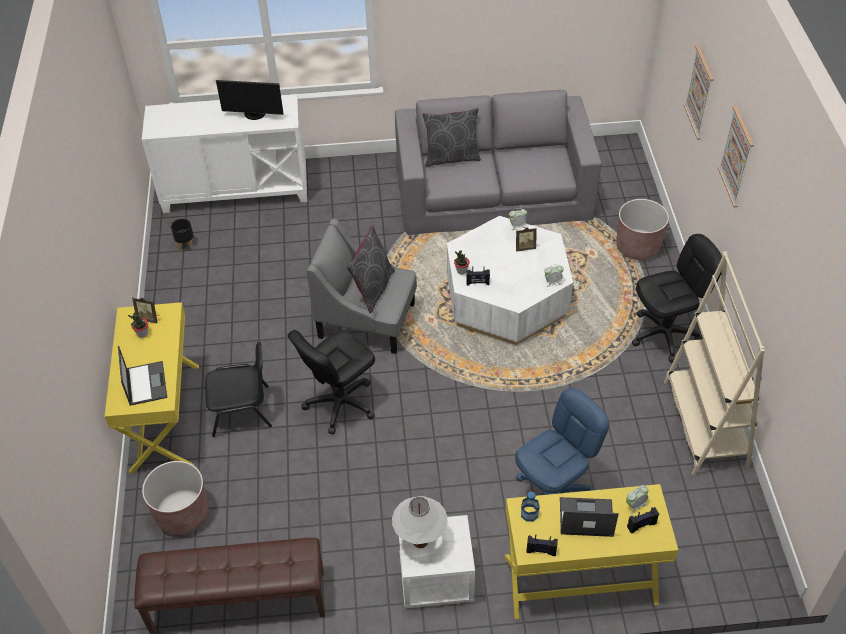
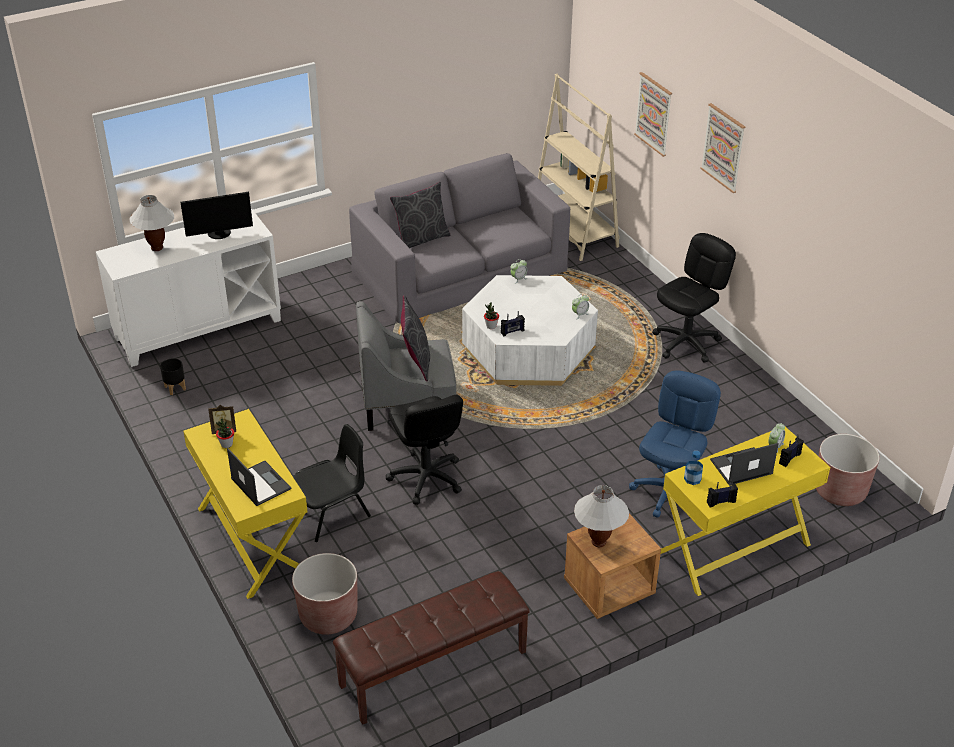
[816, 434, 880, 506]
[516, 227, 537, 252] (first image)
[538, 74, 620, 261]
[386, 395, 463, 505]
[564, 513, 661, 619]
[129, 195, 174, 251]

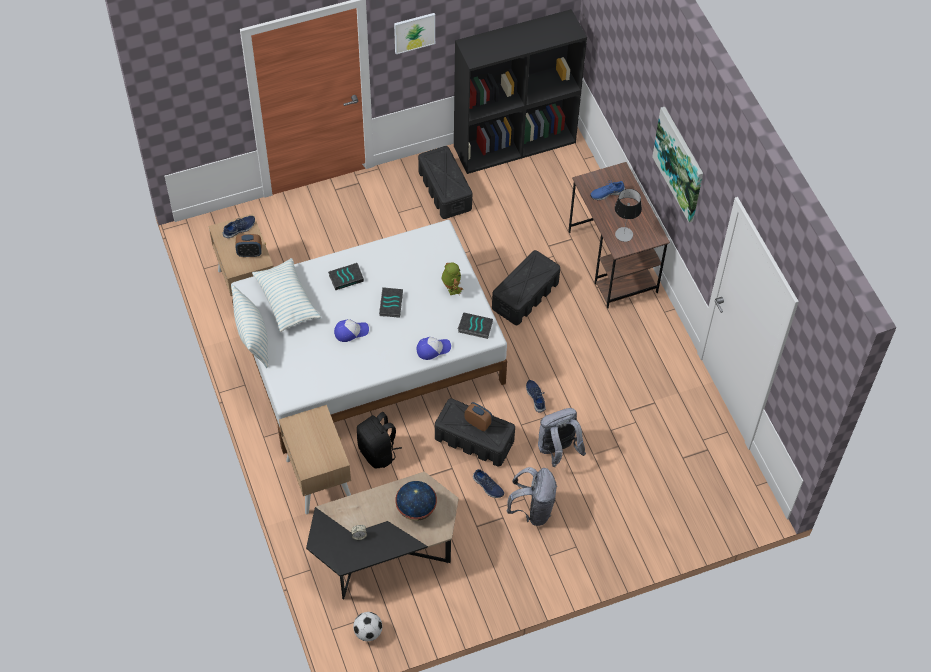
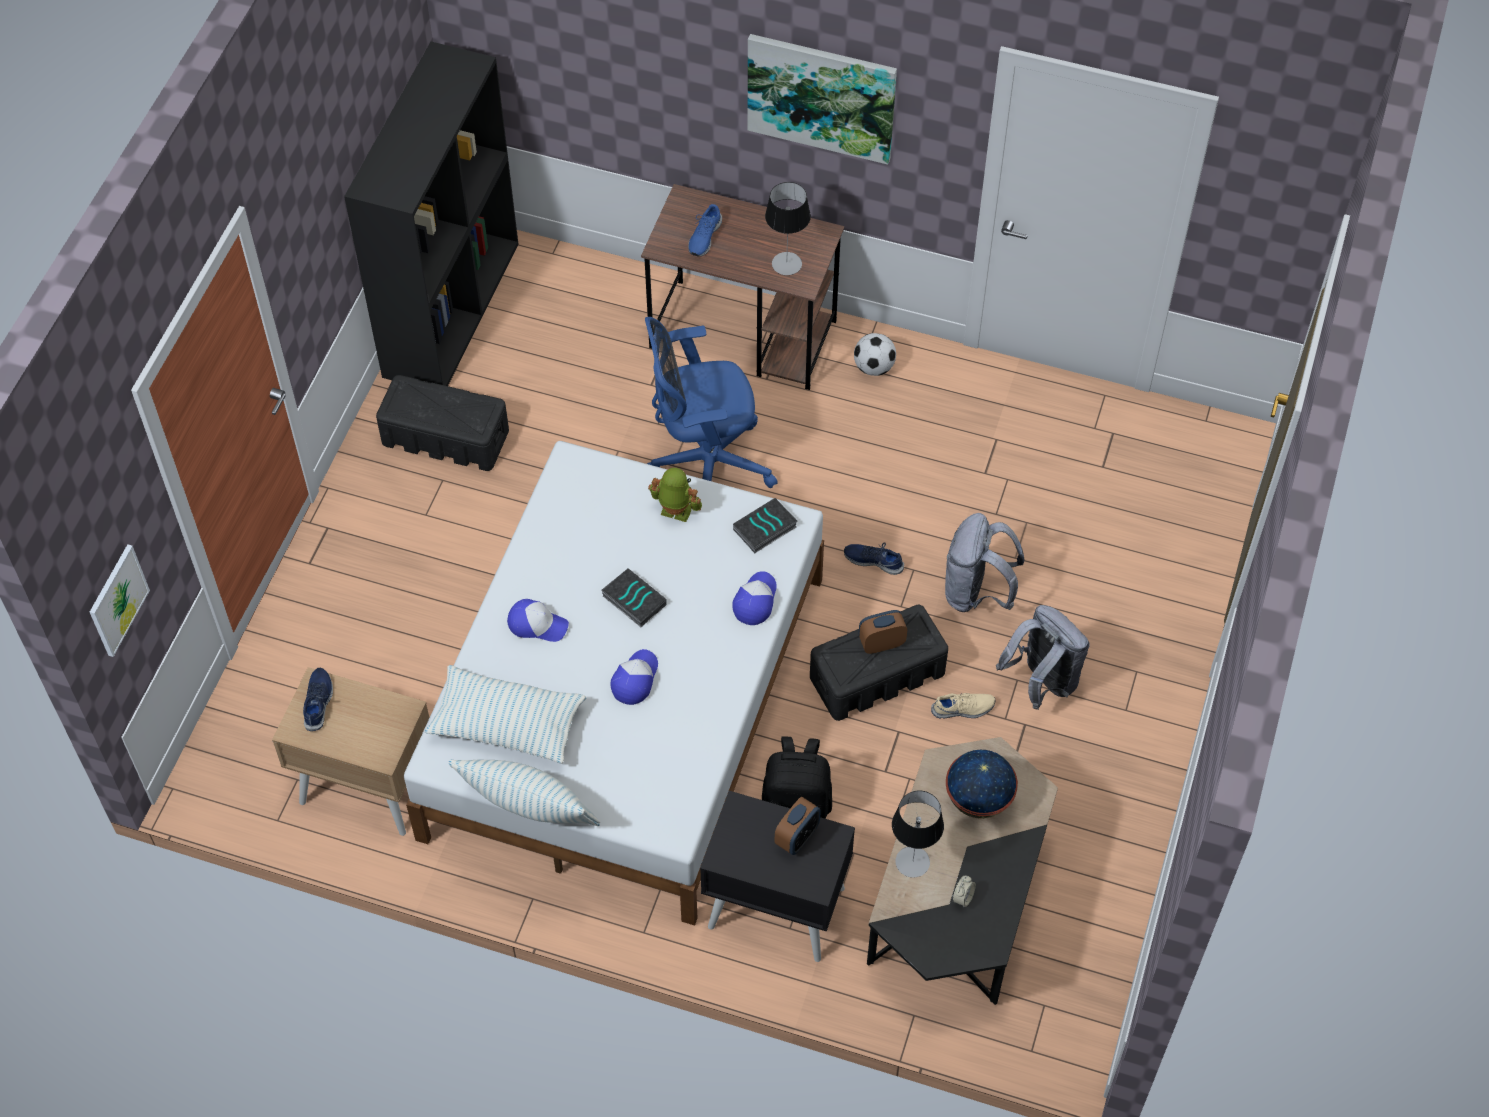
[90, 544, 150, 657]
[775, 797, 821, 855]
[645, 317, 778, 488]
[507, 599, 569, 642]
[700, 791, 855, 962]
[931, 693, 996, 719]
[854, 333, 896, 376]
[892, 790, 944, 878]

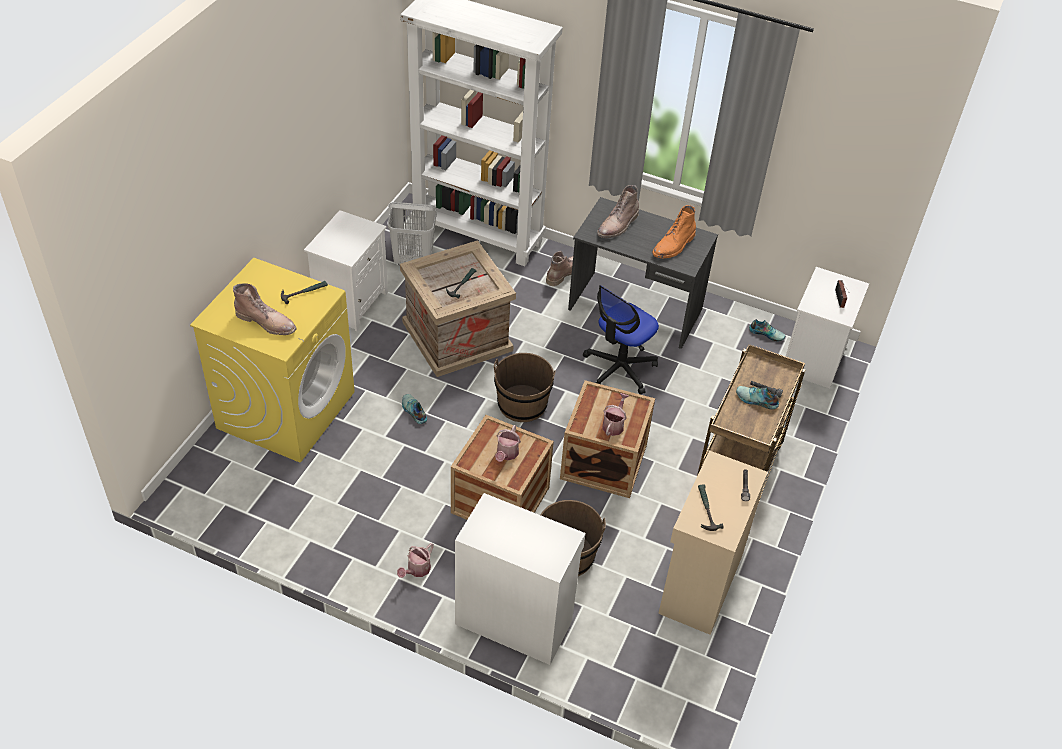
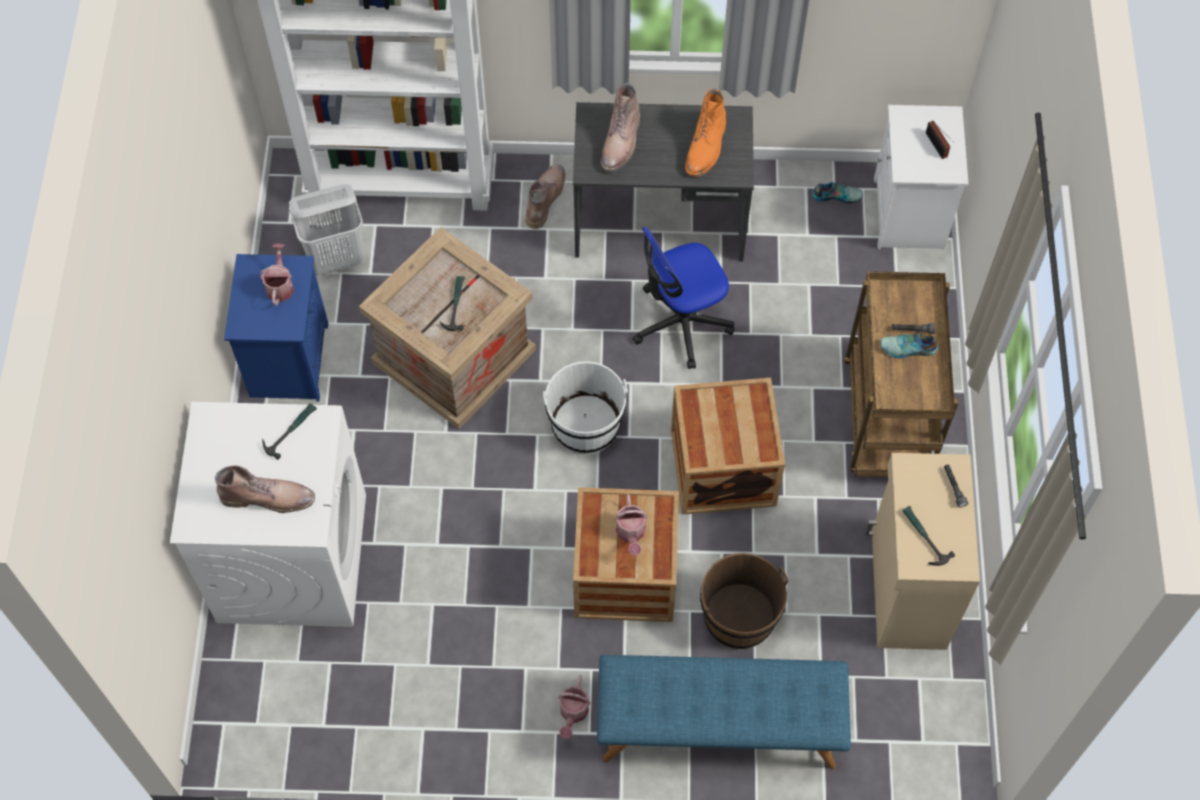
[224, 254, 328, 401]
[170, 402, 366, 627]
[632, 227, 735, 369]
[543, 361, 628, 455]
[260, 244, 294, 305]
[402, 394, 427, 424] (first image)
[597, 655, 851, 769]

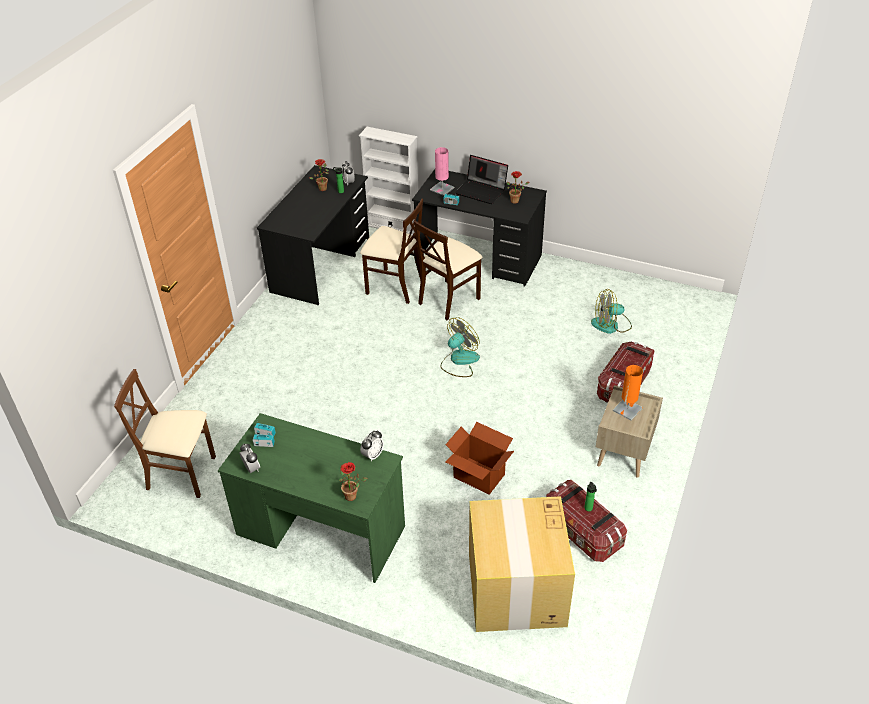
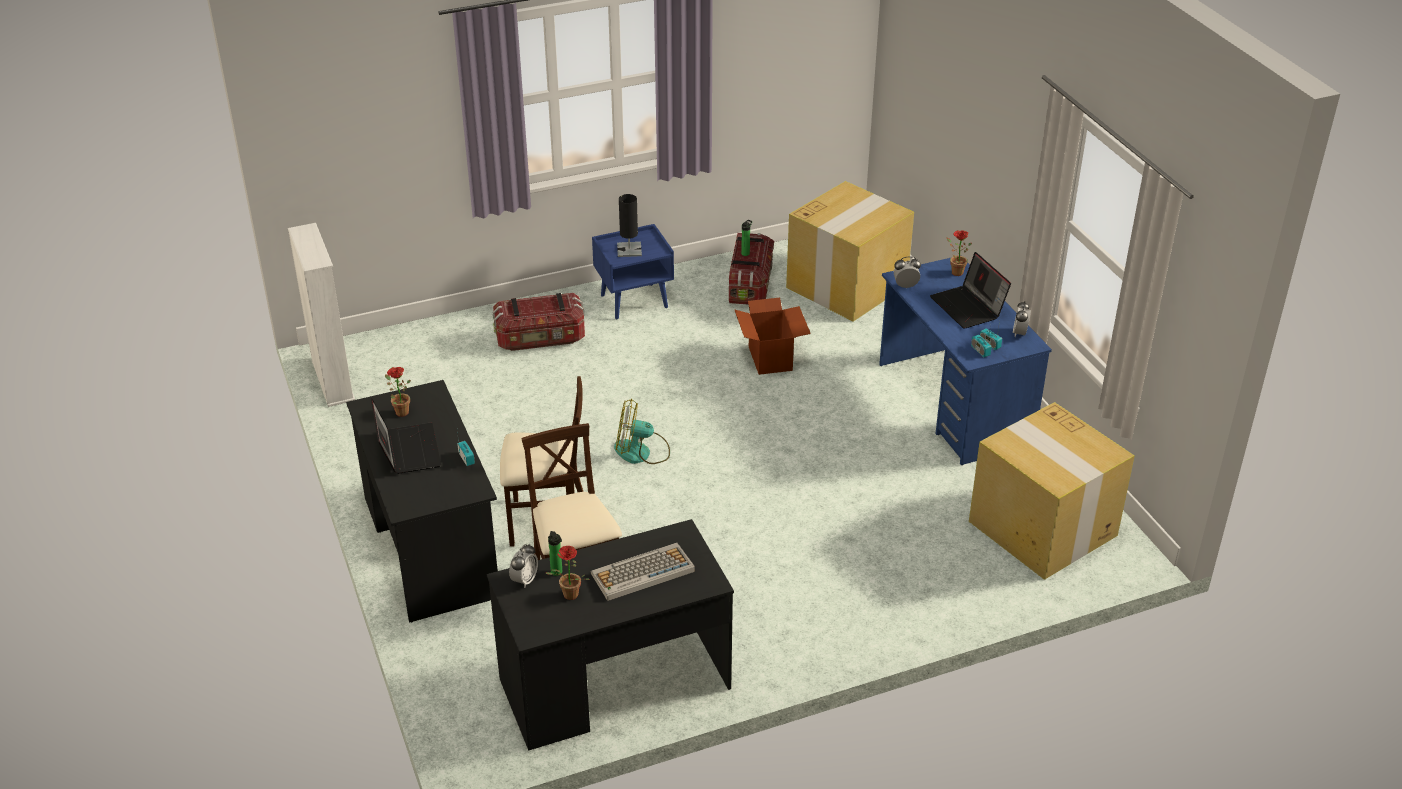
[288, 223, 355, 407]
[430, 147, 454, 196] (first image)
[591, 289, 632, 334] (first image)
[617, 194, 642, 257]
[969, 402, 1135, 580]
[592, 224, 674, 319]
[879, 255, 1052, 465]
[930, 252, 1011, 329]
[591, 543, 695, 601]

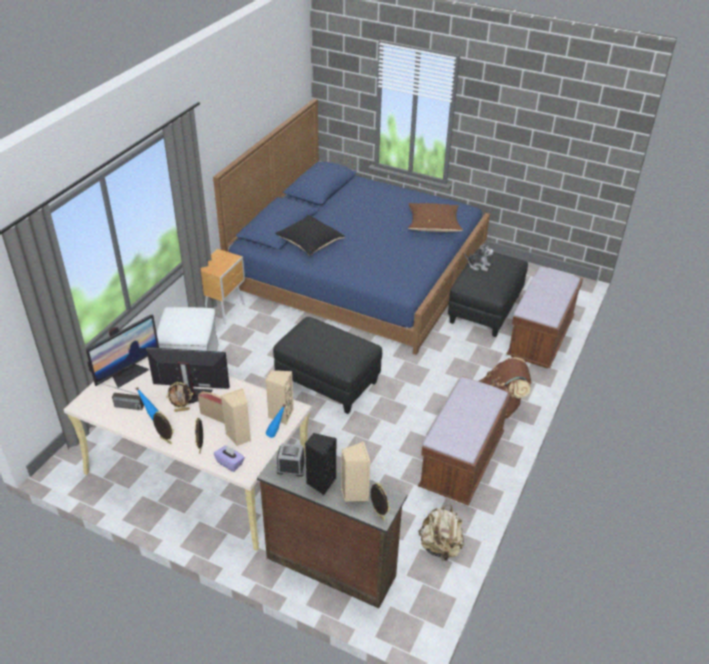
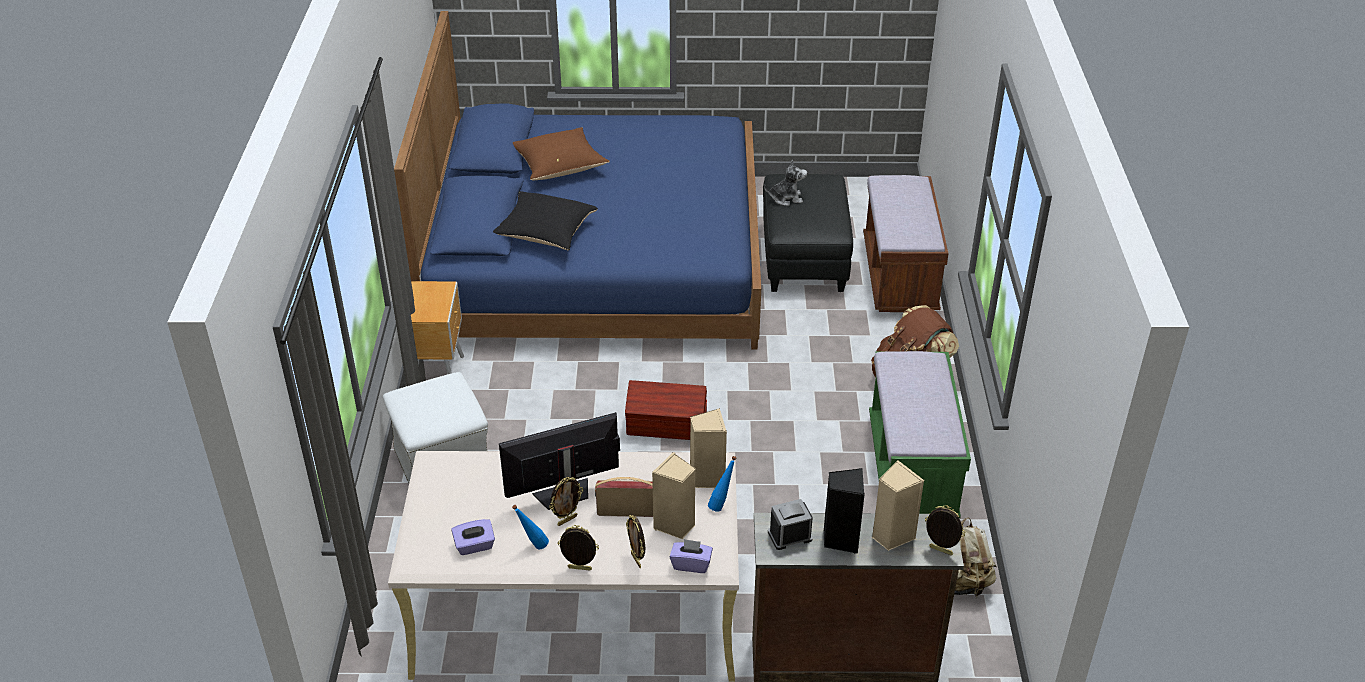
[513, 127, 610, 180]
[86, 315, 159, 388] (first image)
[625, 380, 707, 440]
[869, 351, 971, 518]
[451, 519, 495, 555]

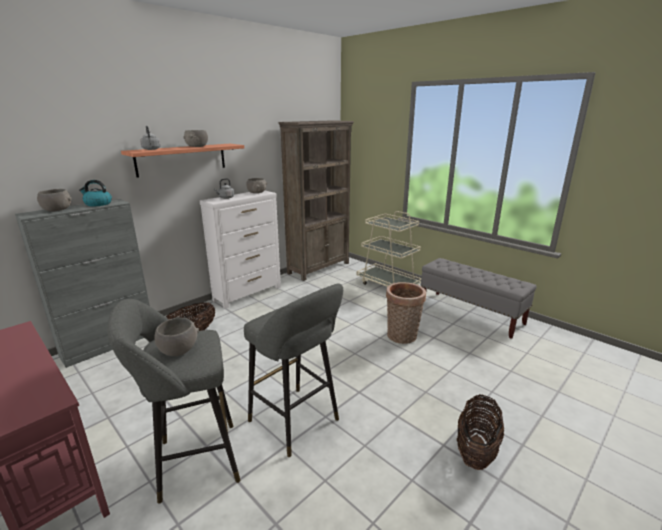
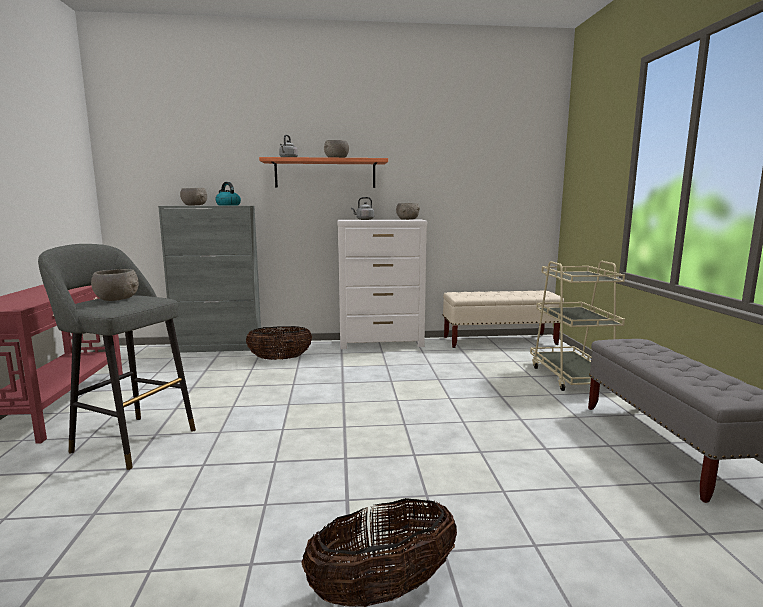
[443, 291, 564, 348]
[386, 282, 426, 344] (first image)
[244, 284, 343, 457] (first image)

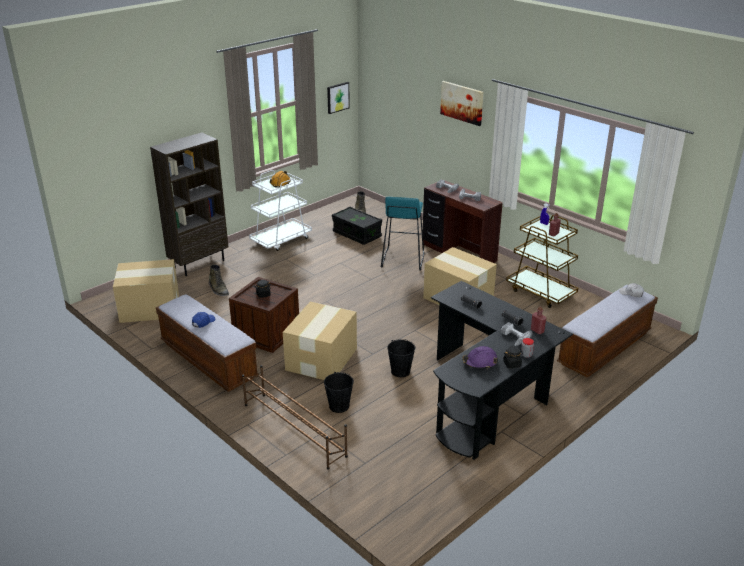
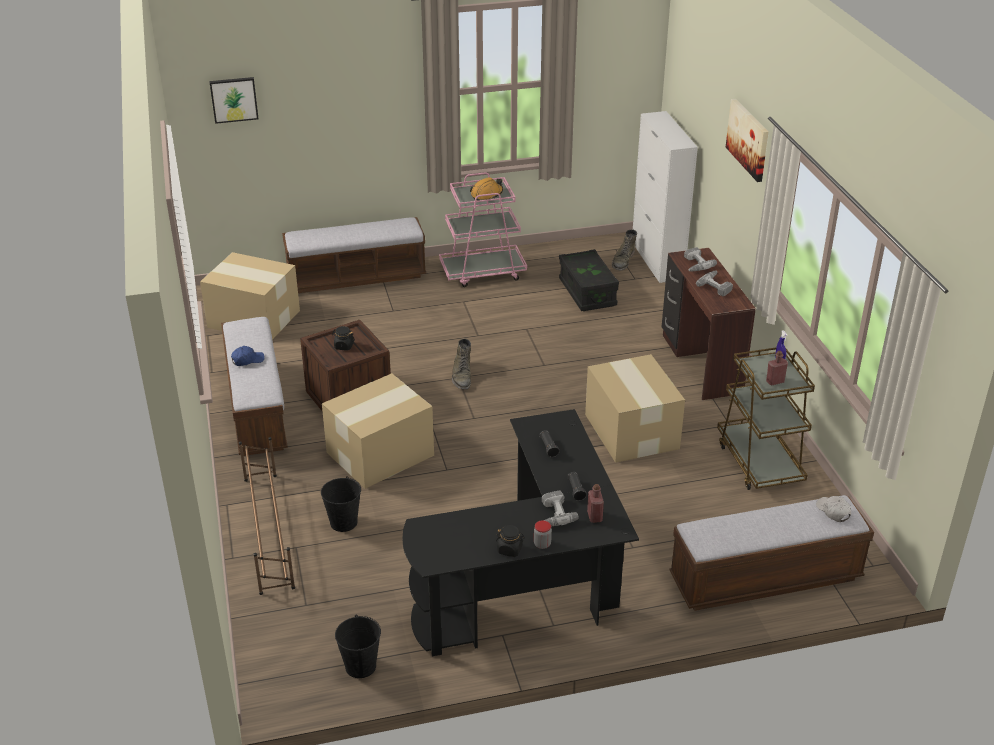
[209, 77, 259, 124]
[282, 217, 426, 293]
[439, 172, 527, 287]
[381, 196, 425, 270] (first image)
[452, 339, 471, 389]
[335, 615, 381, 678]
[462, 346, 498, 369] (first image)
[633, 111, 698, 283]

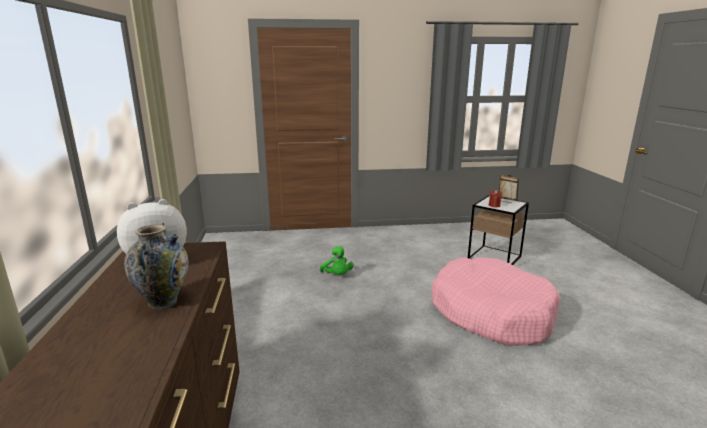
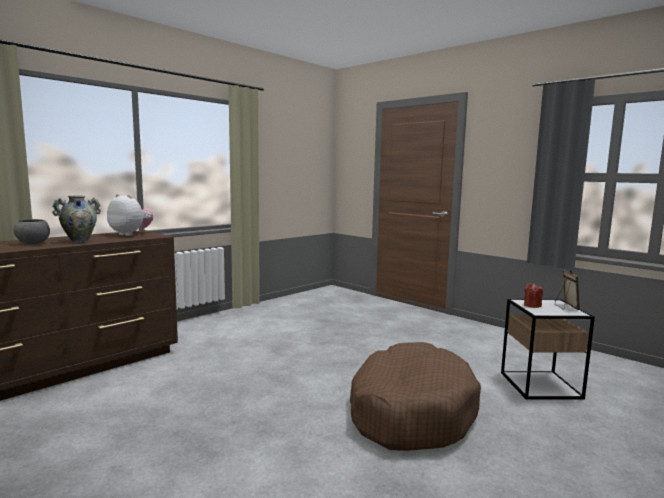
[320, 246, 354, 275] (first image)
[350, 342, 481, 451]
[13, 219, 50, 244]

